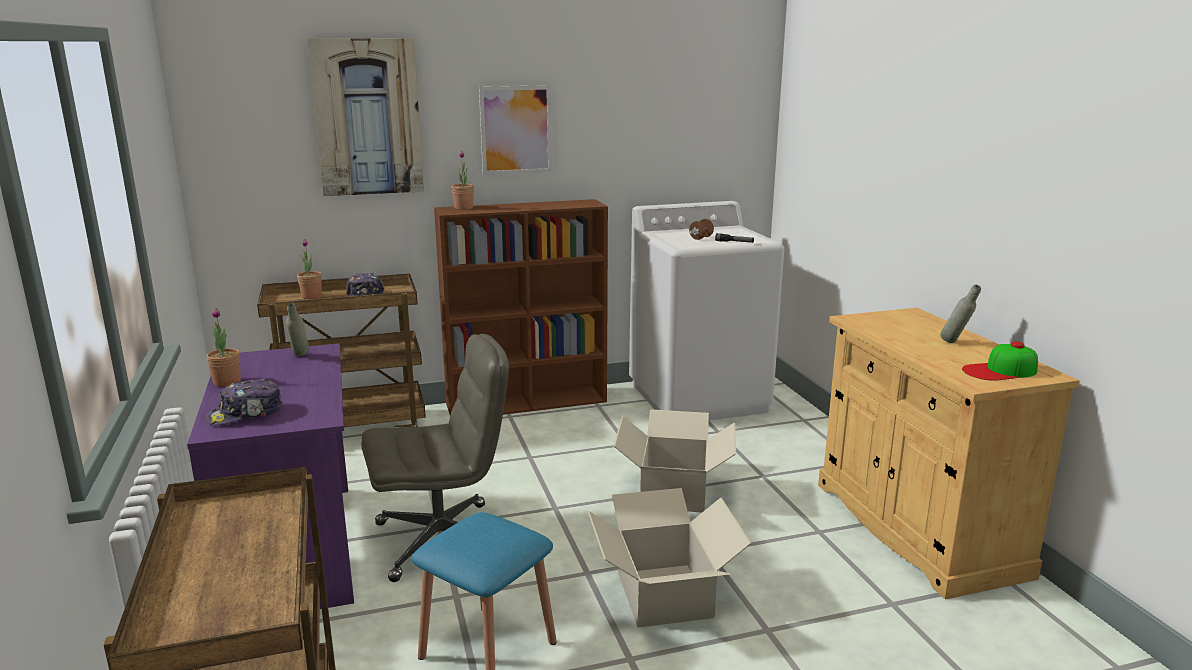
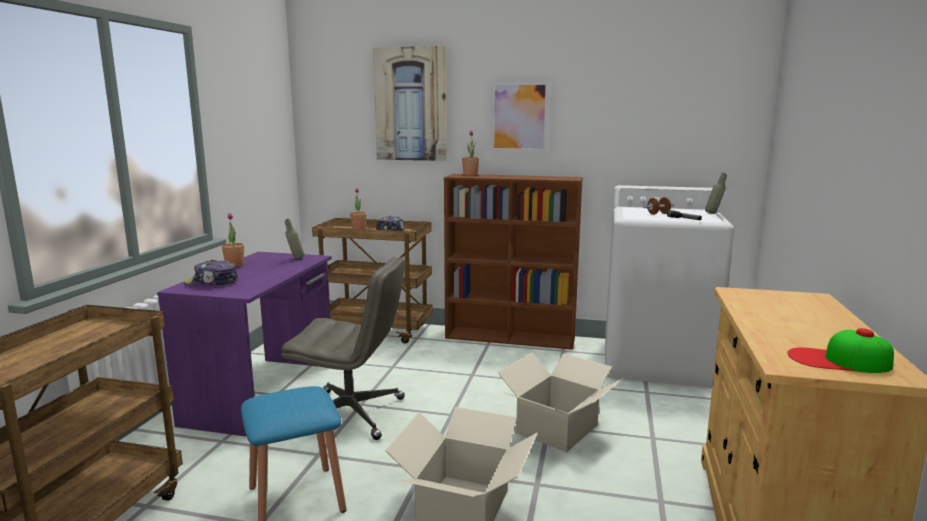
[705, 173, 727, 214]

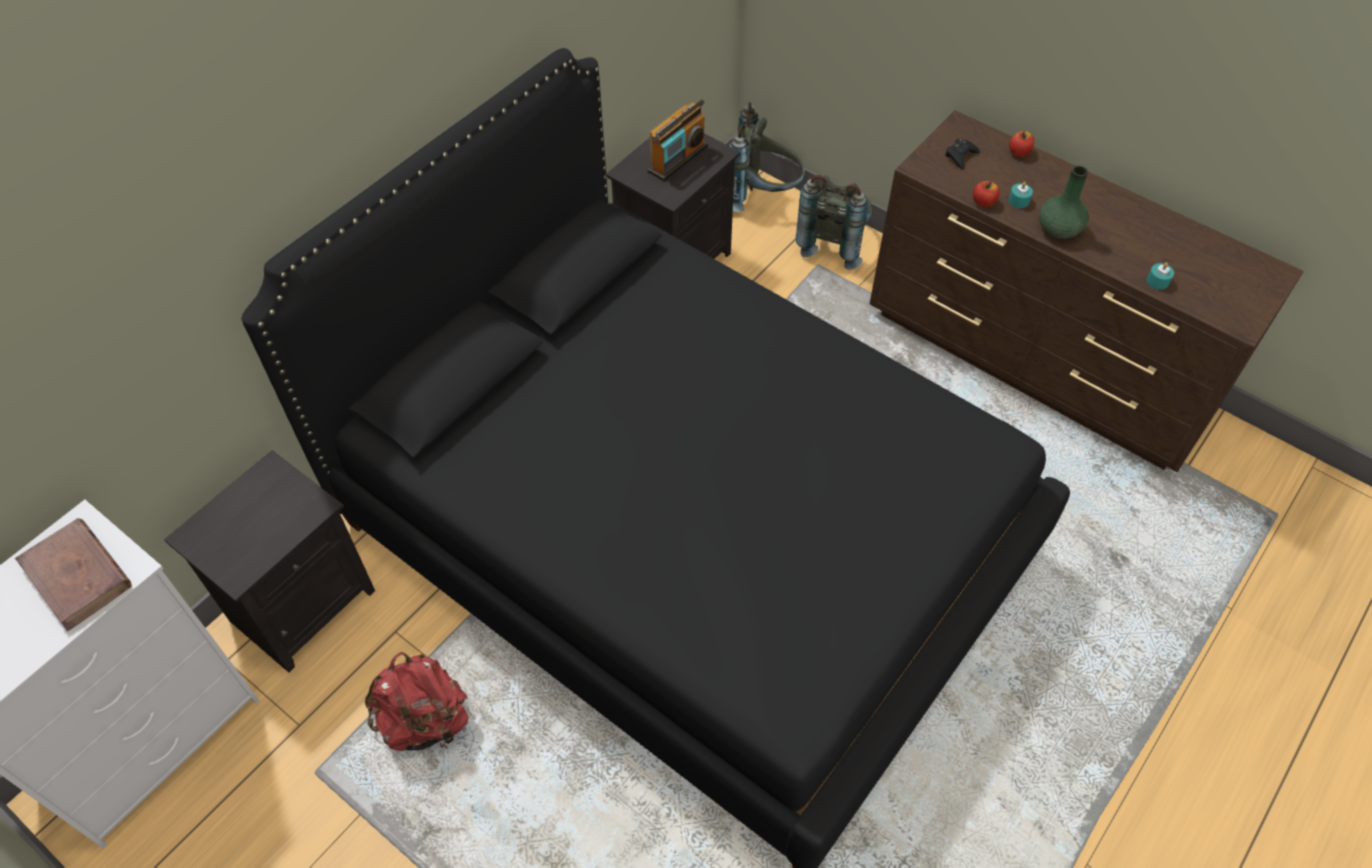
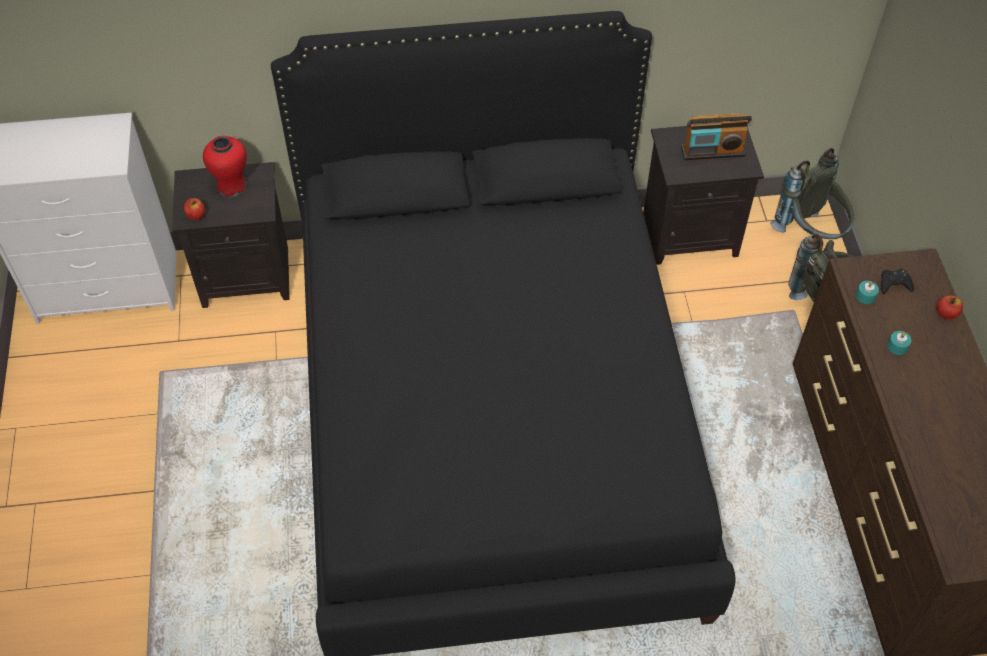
[1039, 166, 1089, 239] (first image)
[184, 198, 205, 220]
[856, 281, 879, 304]
[15, 518, 132, 631] (first image)
[365, 651, 469, 751] (first image)
[203, 136, 247, 197]

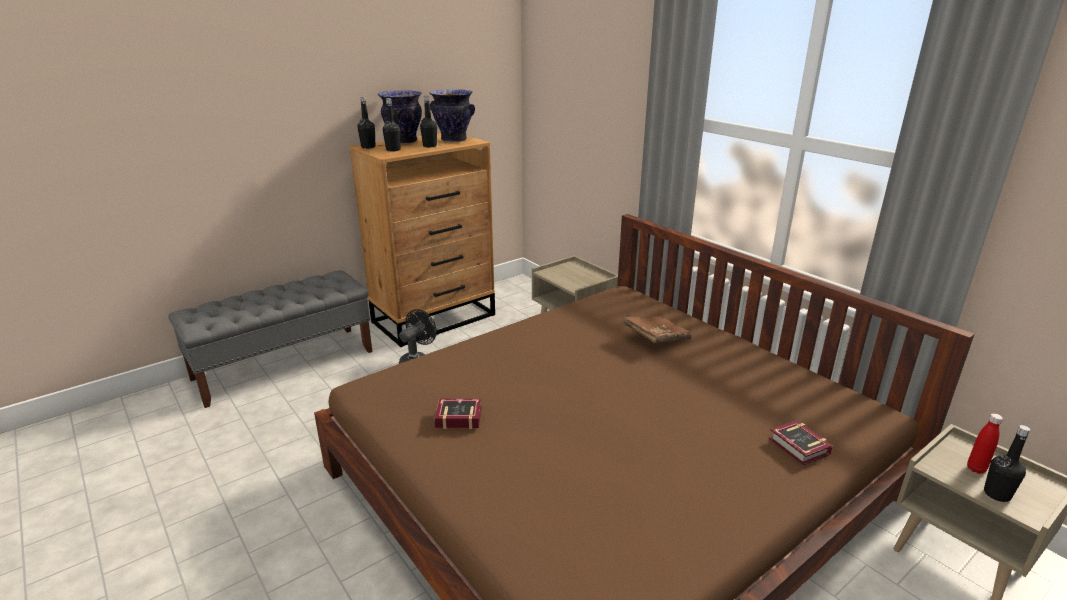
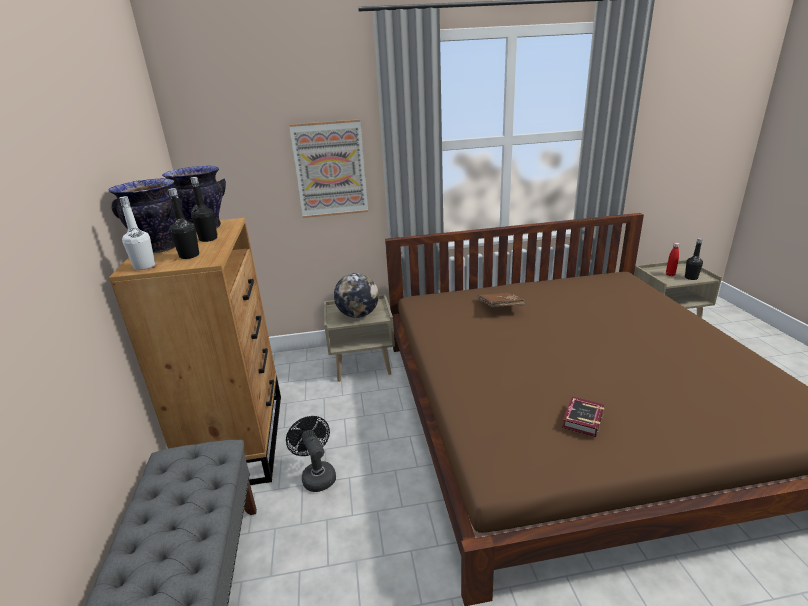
[119, 196, 155, 270]
[769, 420, 833, 466] (first image)
[289, 119, 368, 218]
[334, 273, 379, 318]

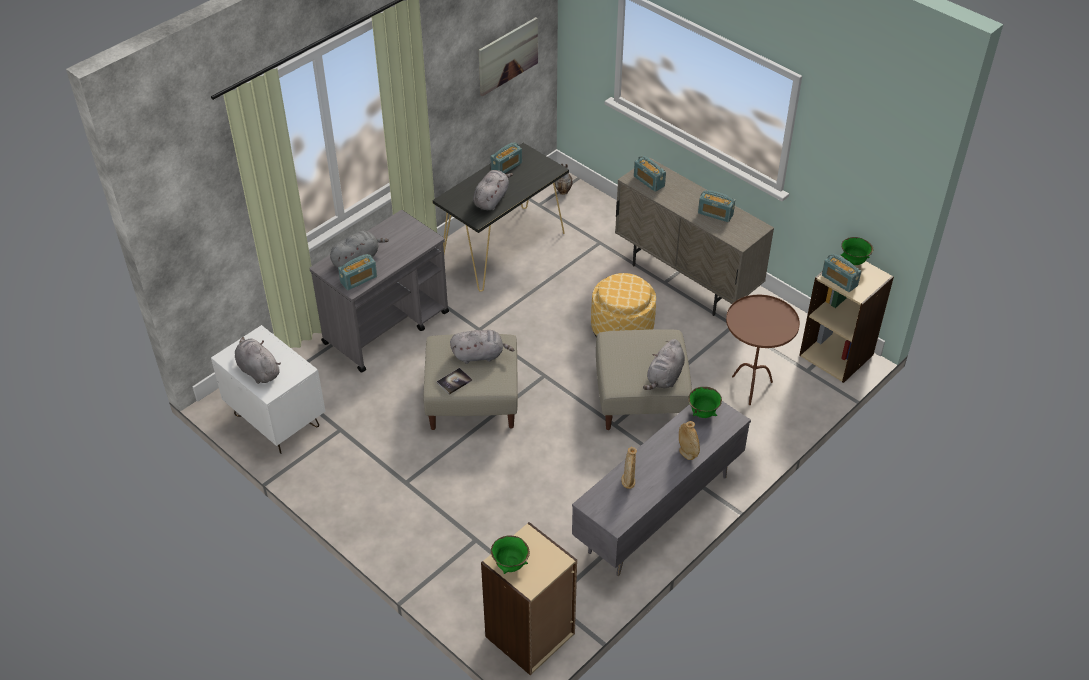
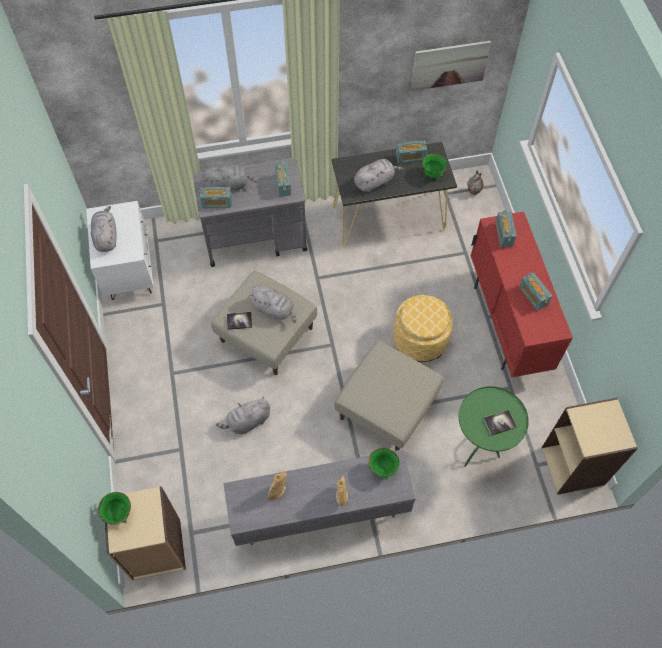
[471, 212, 573, 377]
[422, 153, 447, 178]
[275, 161, 291, 197]
[459, 386, 529, 467]
[216, 396, 270, 434]
[483, 410, 517, 436]

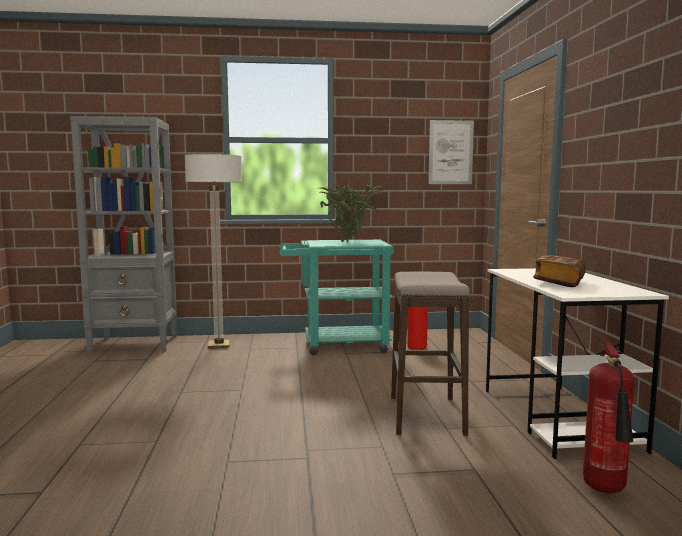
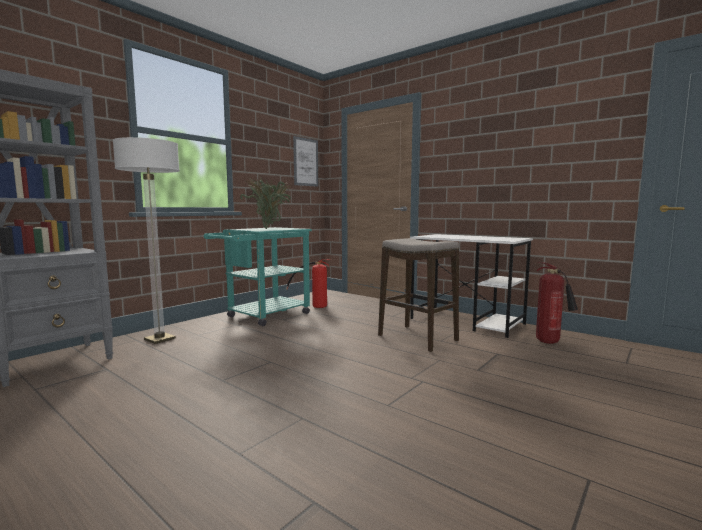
[533, 255, 586, 287] (first image)

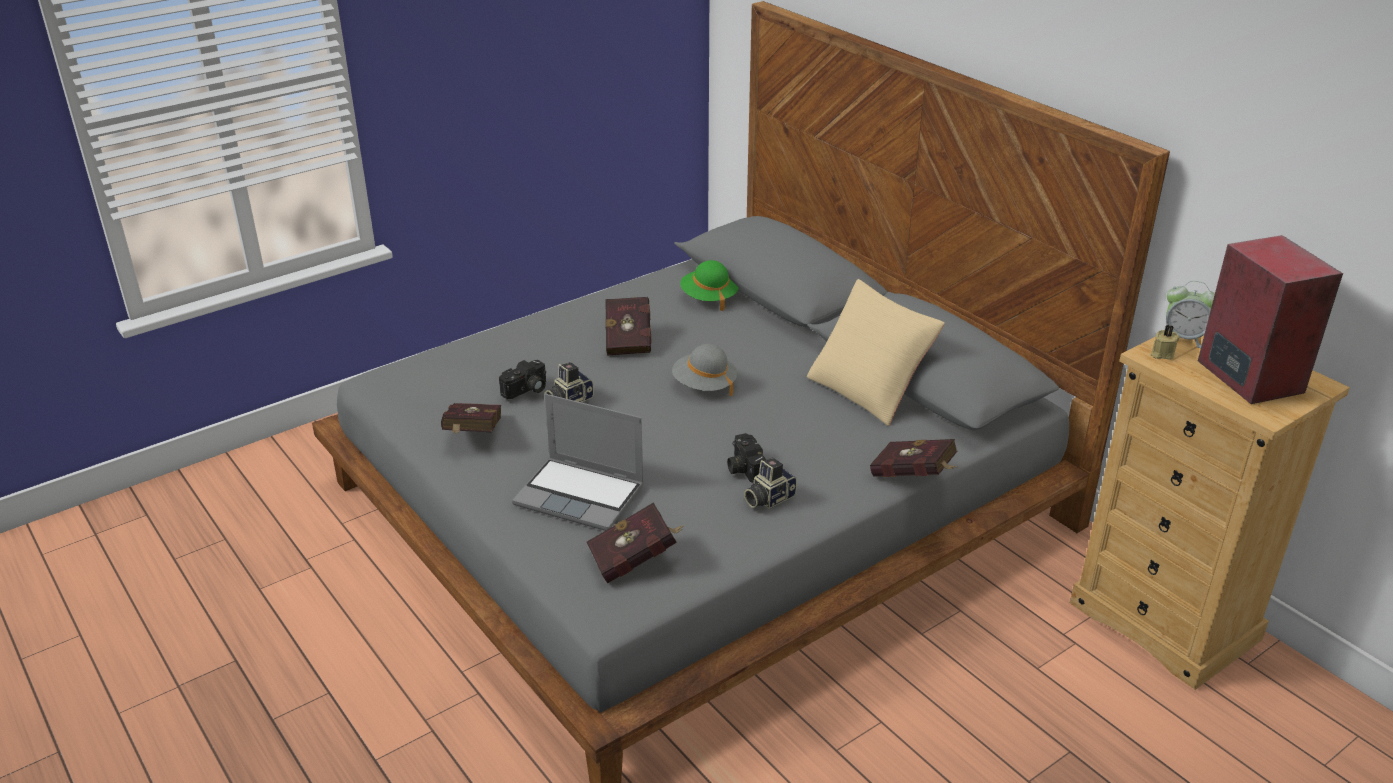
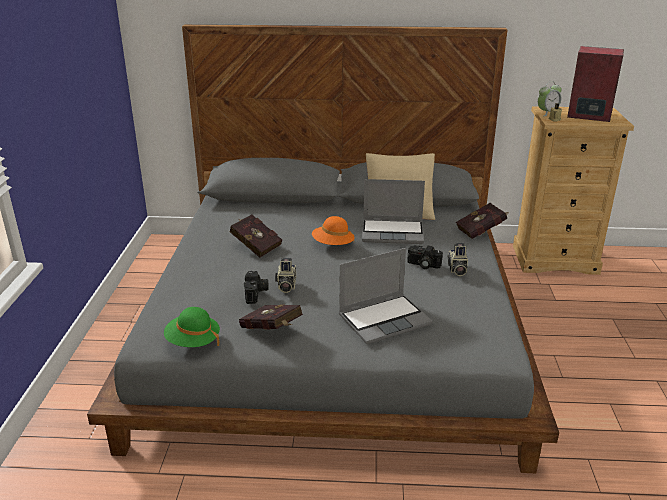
[164, 307, 220, 347]
[312, 216, 355, 245]
[586, 502, 684, 583] (first image)
[362, 179, 425, 244]

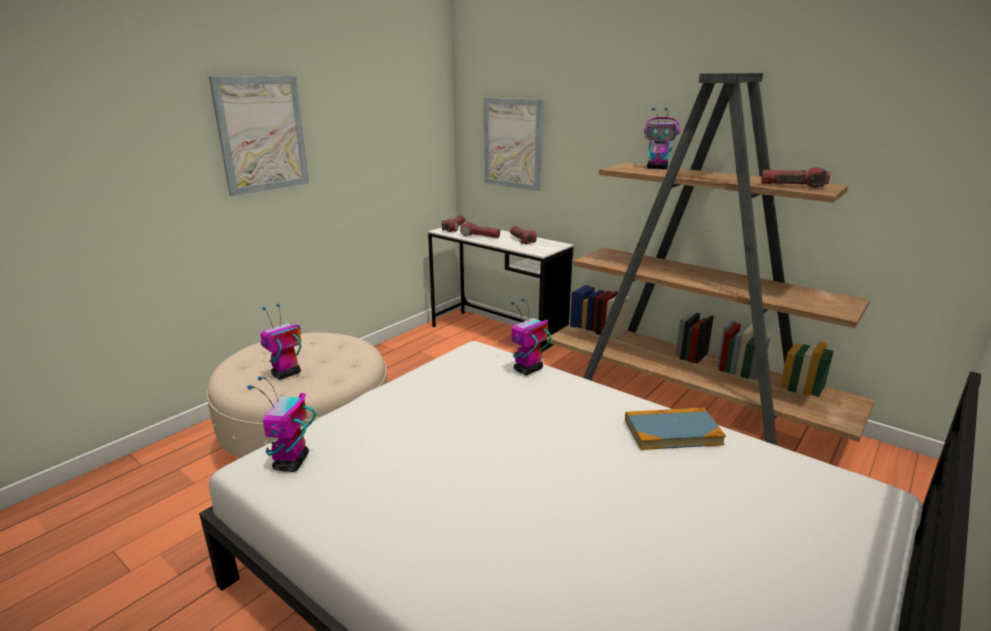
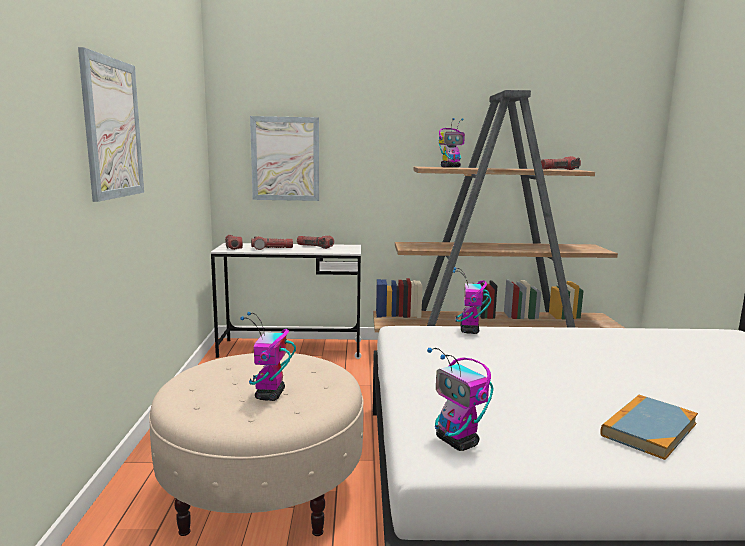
[600, 395, 698, 460]

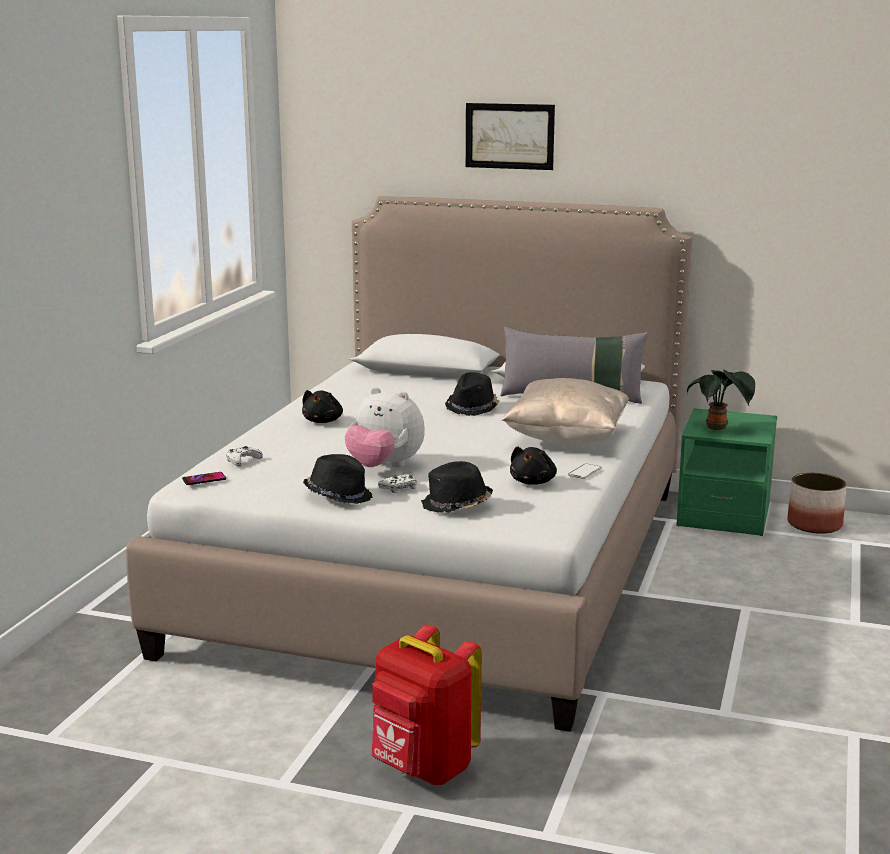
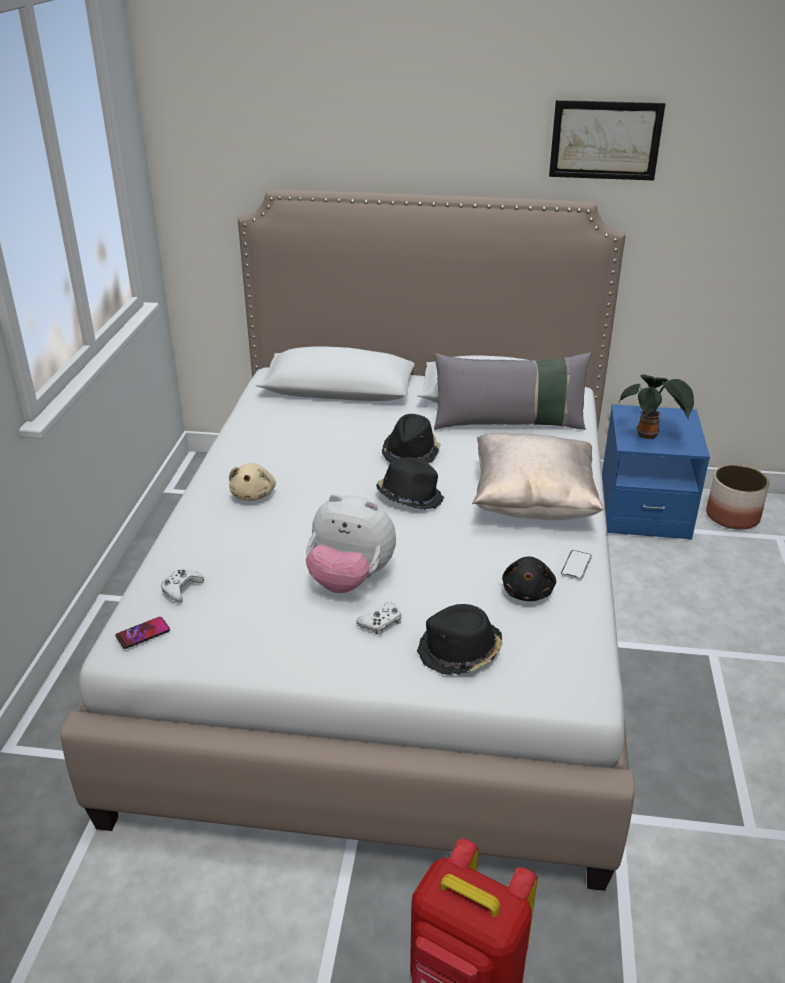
[549, 100, 665, 181]
[229, 463, 276, 501]
[602, 404, 710, 540]
[376, 457, 444, 510]

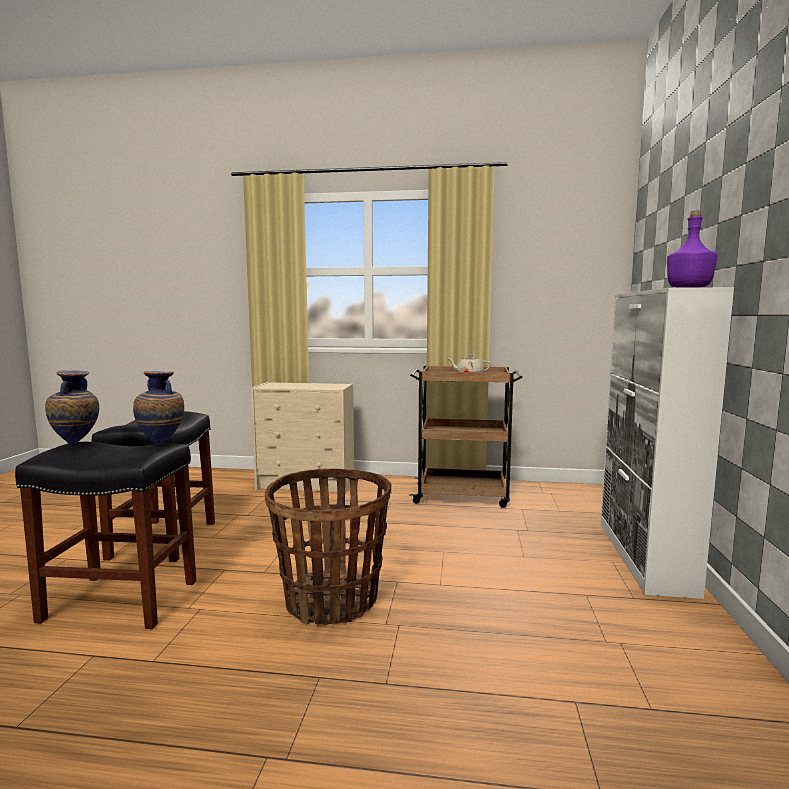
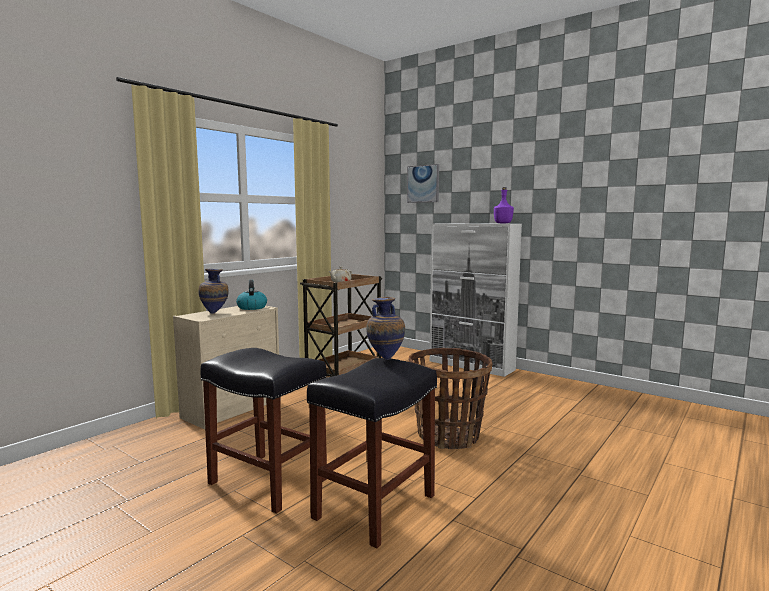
[198, 269, 229, 314]
[407, 164, 439, 203]
[236, 280, 267, 310]

